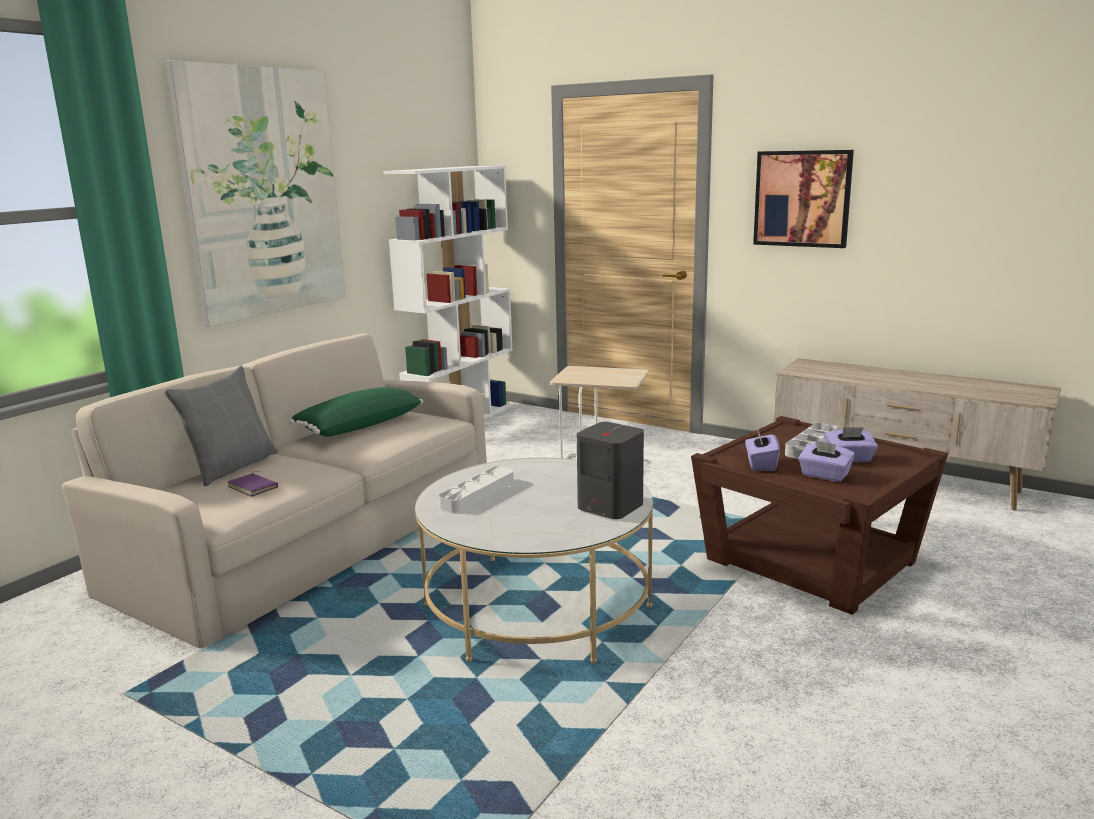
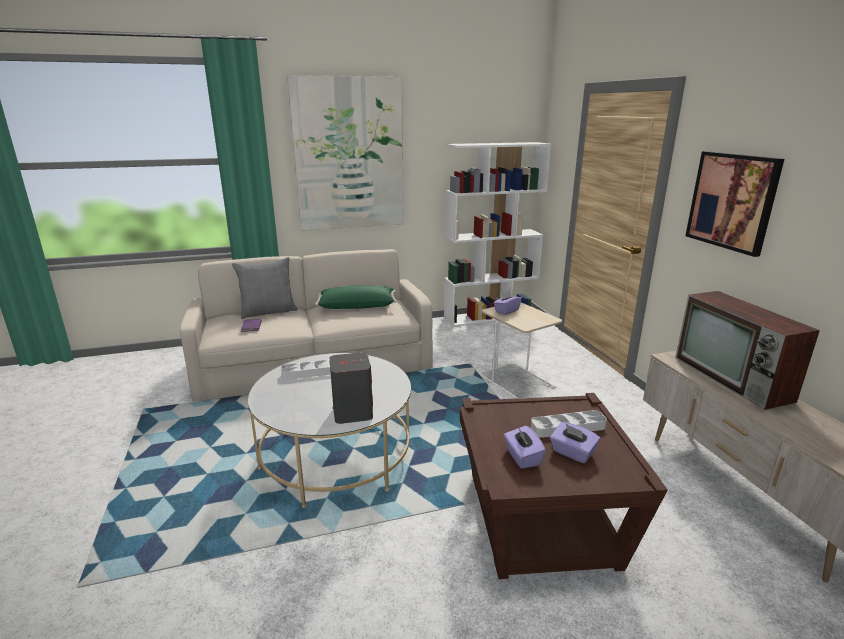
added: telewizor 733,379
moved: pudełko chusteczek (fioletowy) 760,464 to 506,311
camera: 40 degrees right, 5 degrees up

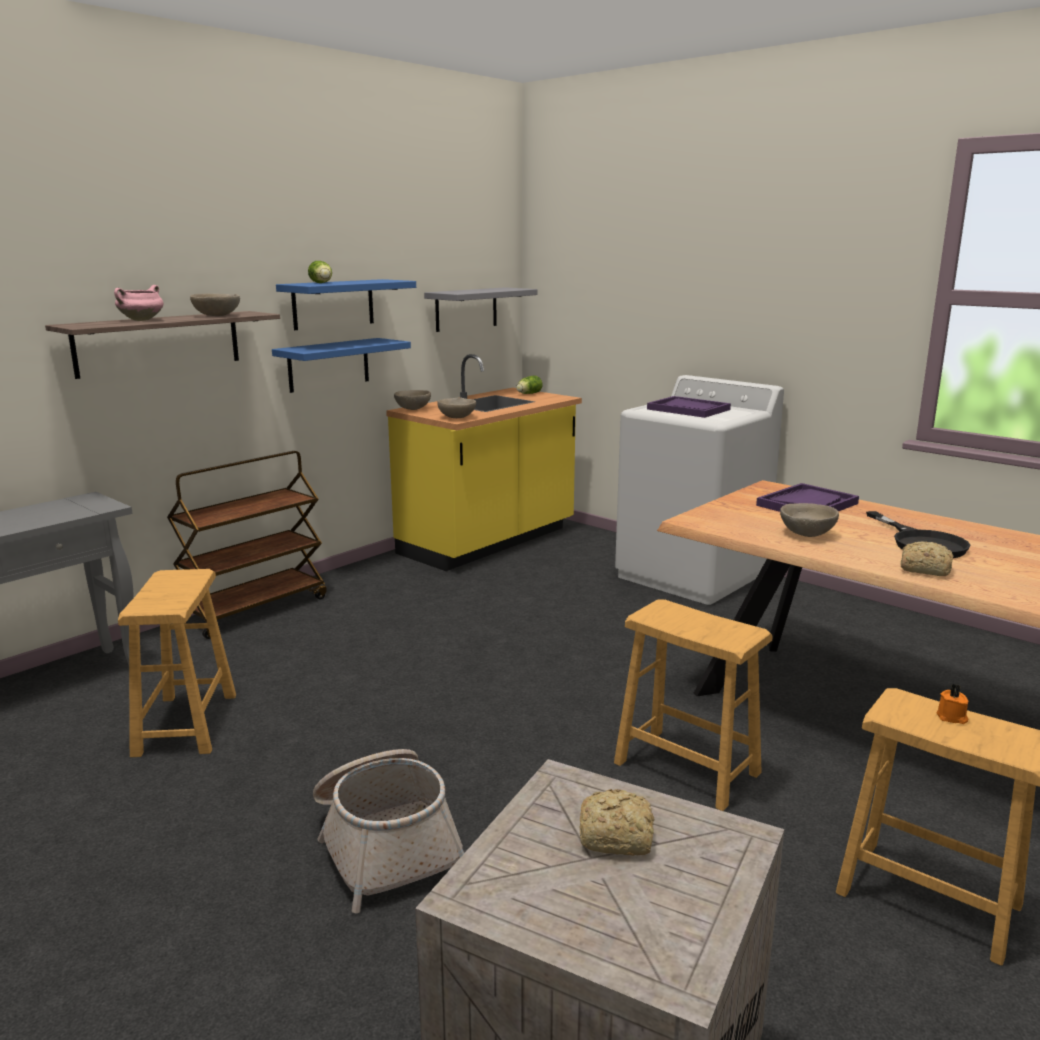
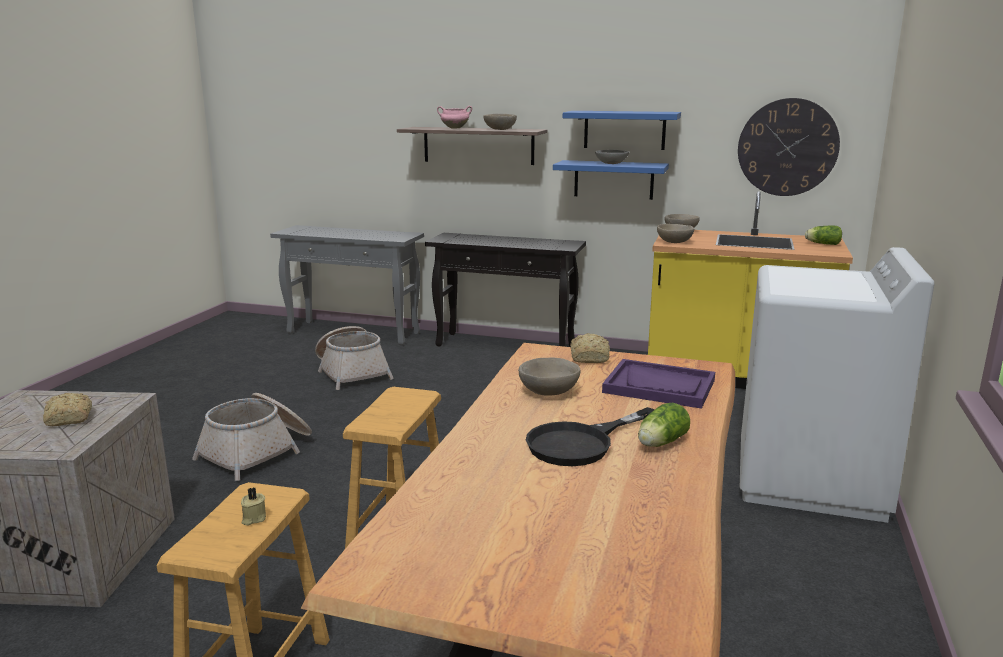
removed: taca (fioletowy) 688,409
added: miska (szary) 611,163
moved: sałata 322,283 to 660,443; chleb 923,569 to 590,357
replaced: stołek (brązowy) 185,724 to koszyk 352,372; wózek (brązowy) 255,609 to stolik konsolowy (czarny) 506,345; półka (szary) 466,309 to zegar ścienny 787,147
recoloured: świeca (pomarańczowy) 952,718 to świeca (beżowy) 253,518
camera: 65 degrees right, 0 degrees up

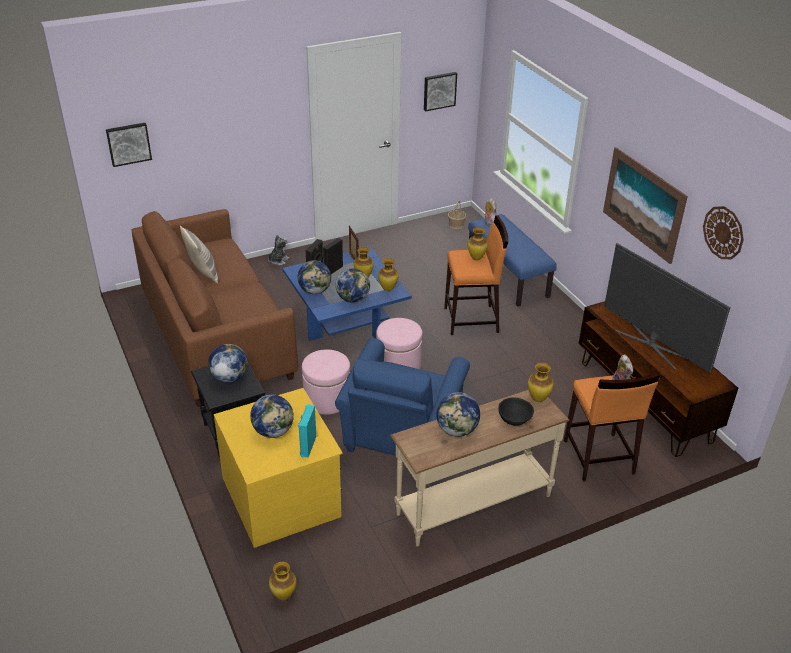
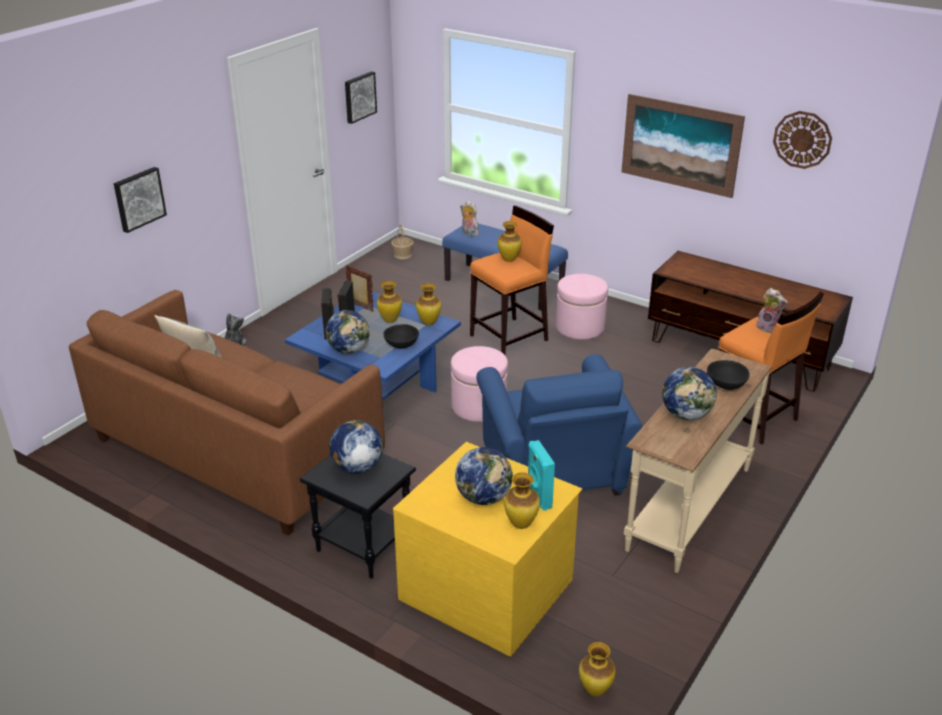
removed: telewizor 653,345
moved: obraz 128,143 to 138,199; pufa (różowy) 327,399 to 580,327; wazon 538,399 to 521,524
replaced: globus 353,299 to miska (czarny) 401,344
camera: 30 degrees left, 5 degrees down

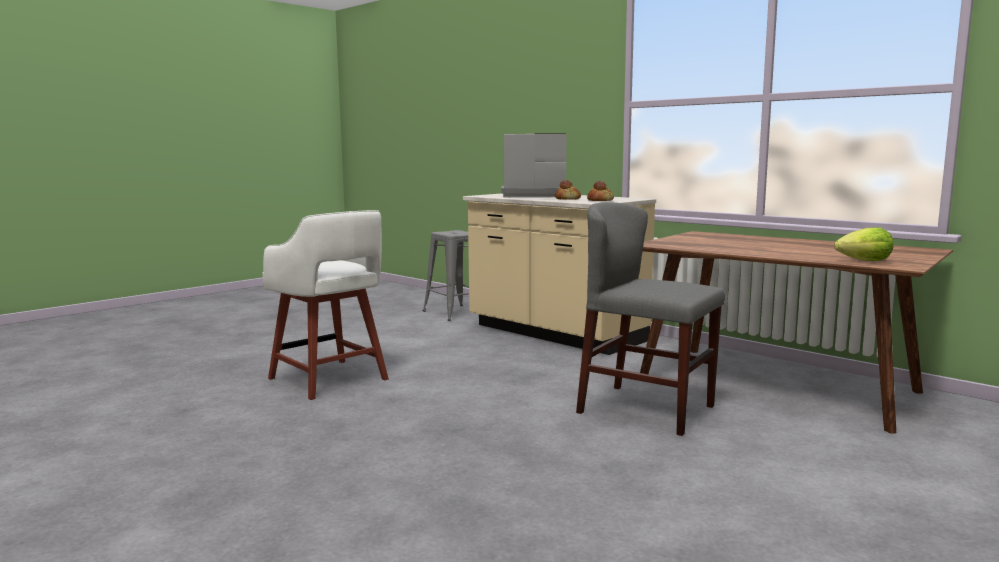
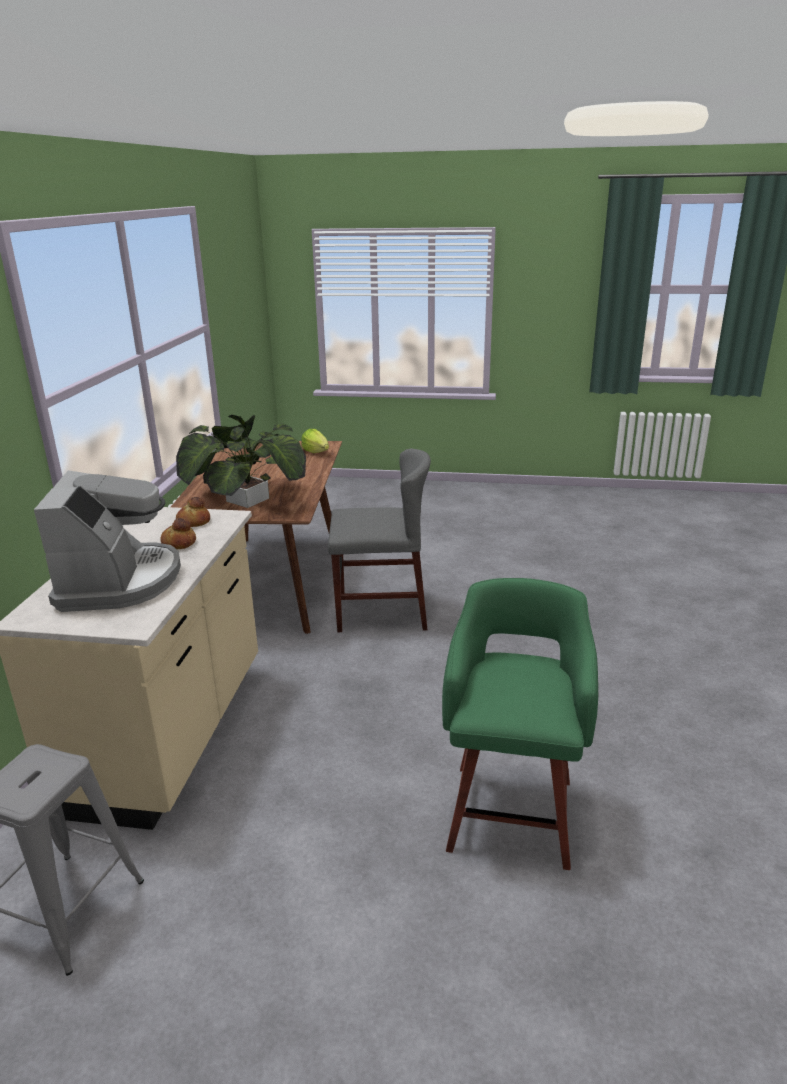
added: roślina doniczkowa 248,499
recoloured: stołek (biały) 329,380 to stołek (zielony) 512,810
turned: ekspres do kawy 534,196 = 119,581 150 degrees counterclockwise; krzesło (szary) 646,409 = 381,611 90 degrees counterclockwise
camera: 125 degrees left, 15 degrees up

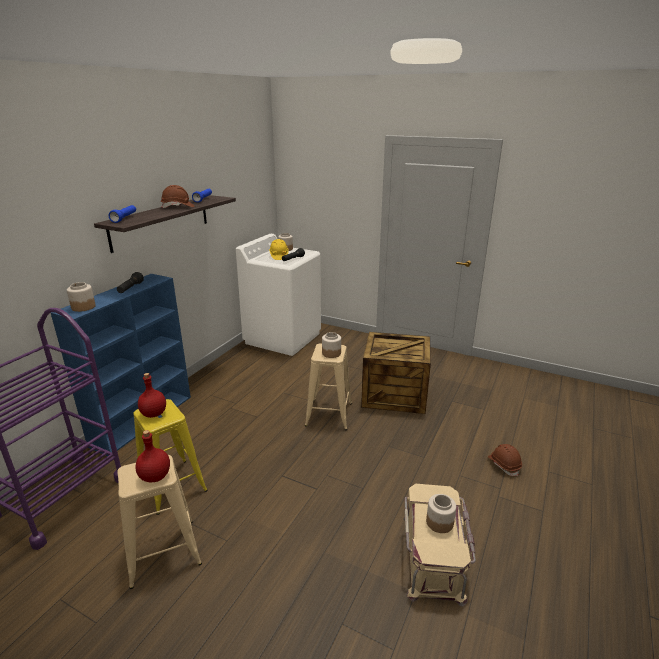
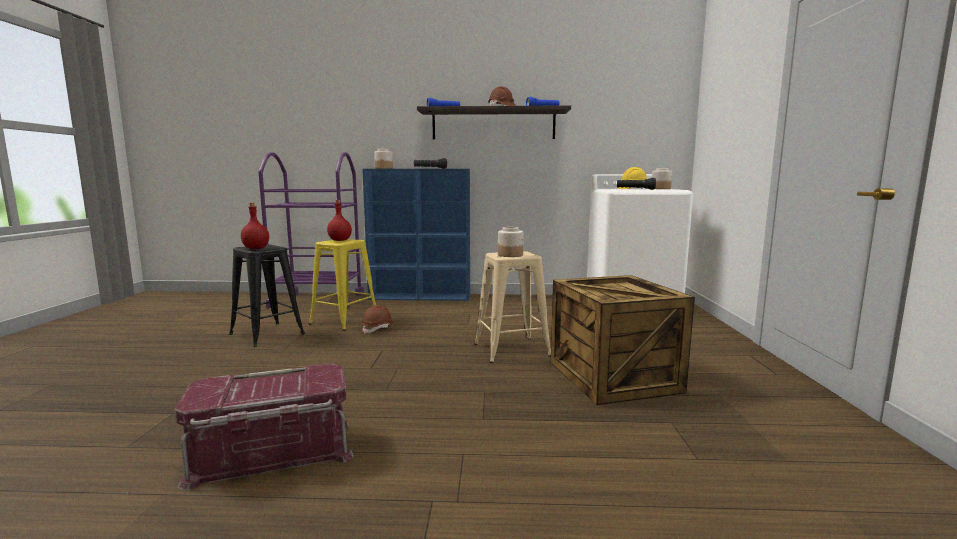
removed: słoik 439,522
moved: kask (brązowy) 504,464 to 379,329
recoloured: stołek (beżowy) 163,552 to stołek (czarny) 267,334; pojemnik do przechowywania (beżowy) 434,556 to pojemnik do przechowywania (czerwony) 272,453
camera: 65 degrees right, 15 degrees down

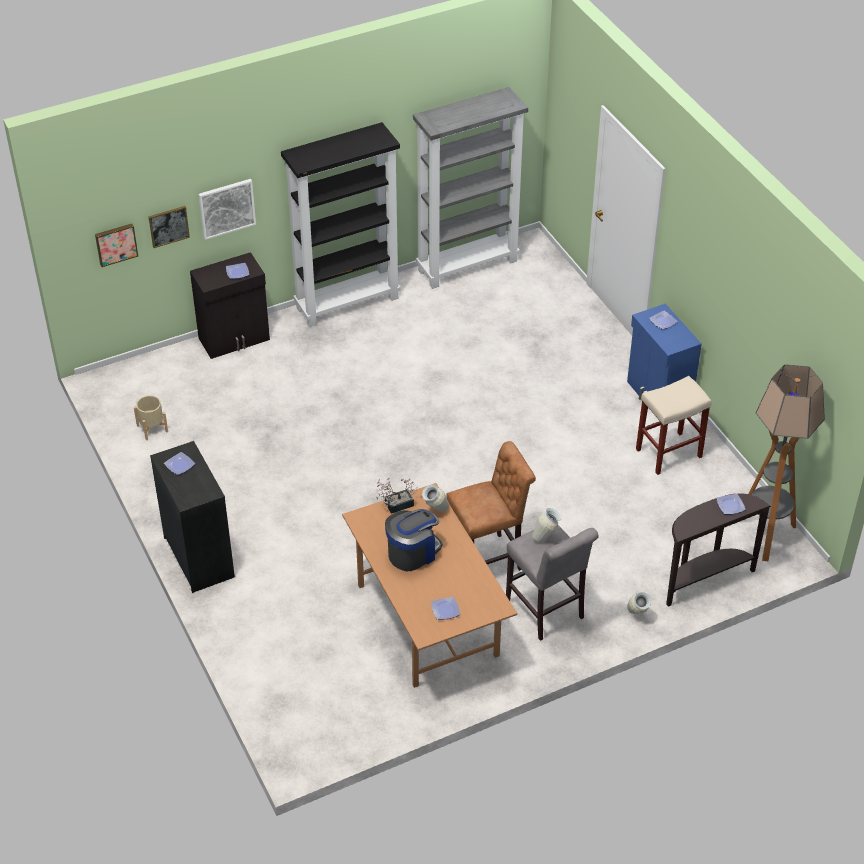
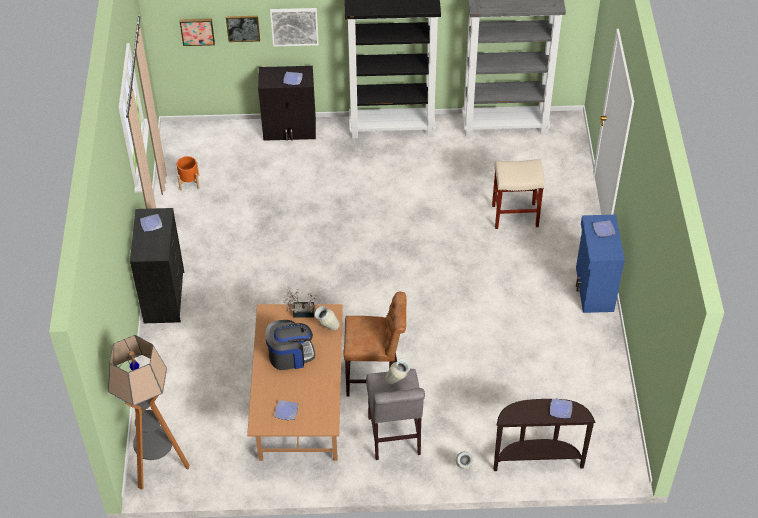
moved: stołek (beżowy) 668,453 to 514,216; lampa stojąca 765,535 to 159,466
recoloured: donica (beżowy) 152,428 to donica (pomarańczowy) 189,182
camera: 25 degrees right, 5 degrees up

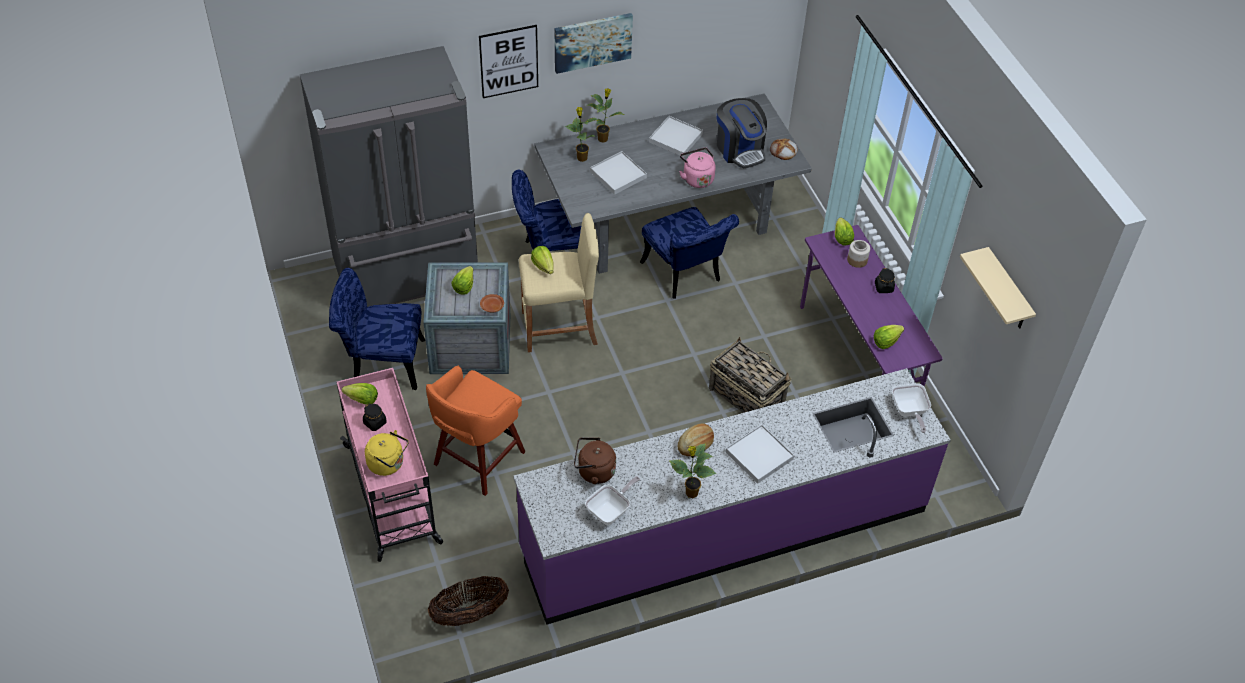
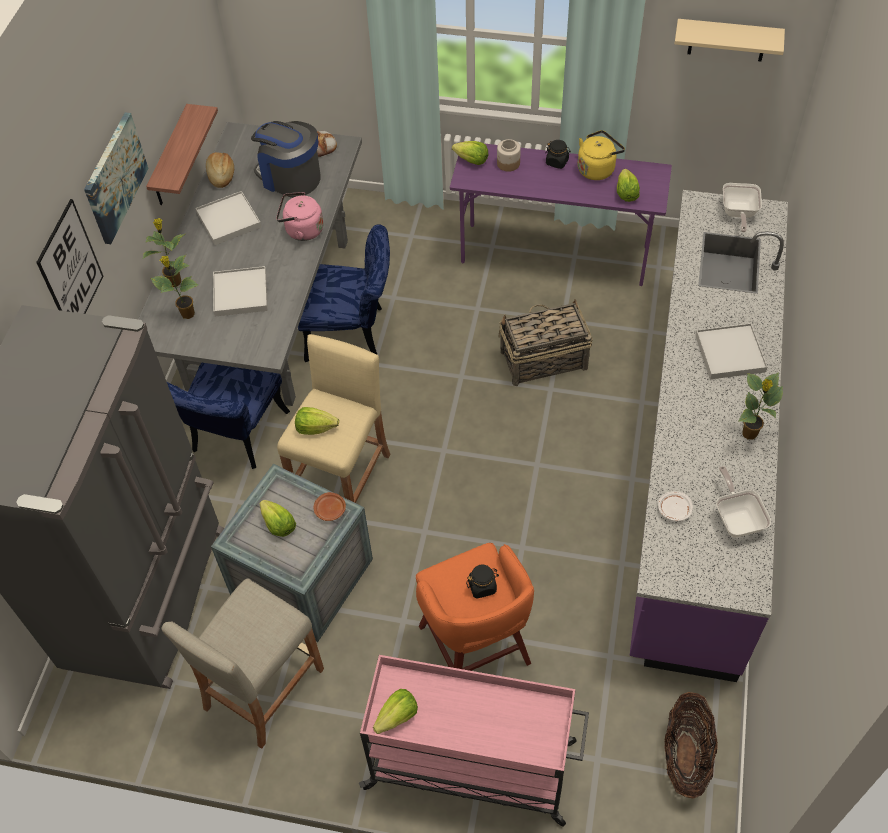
added: półka 171,158
moved: słoik (czarny) 375,423 to 482,586; czajnik (żółty) 388,464 to 597,169; chleb 695,444 to 221,175
replaced: krzesło (niebieski) 381,362 to stołek (beżowy) 263,688; czajnik (brązowy) 593,471 to talerz (biały) 674,510
turned: ekspres do kawy 740,149 = 290,177 150 degrees counterclockwise; patelnia 909,412 = 738,214 75 degrees clockwise
camera: 55 degrees left, 5 degrees up

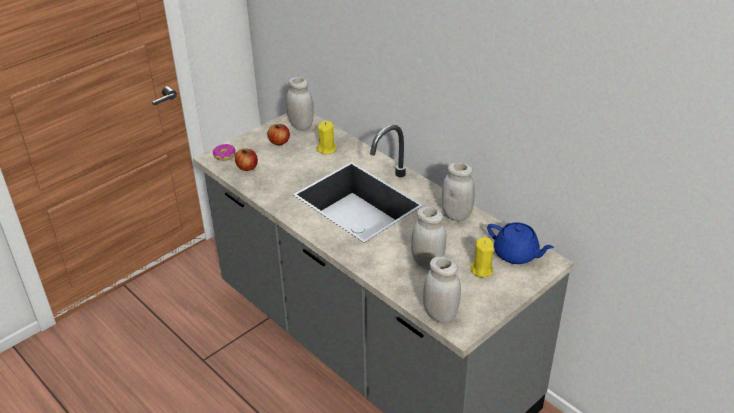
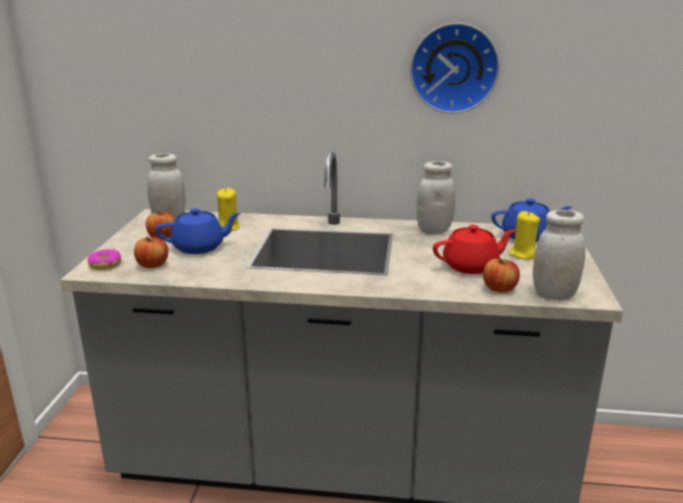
added: imbryk (niebieski) 200,247; zegar ścienny 454,68; jabłko 499,288
replaced: słoik (biały) 427,262 to imbryk (czerwony) 471,266
camera: 40 degrees left, 15 degrees down

